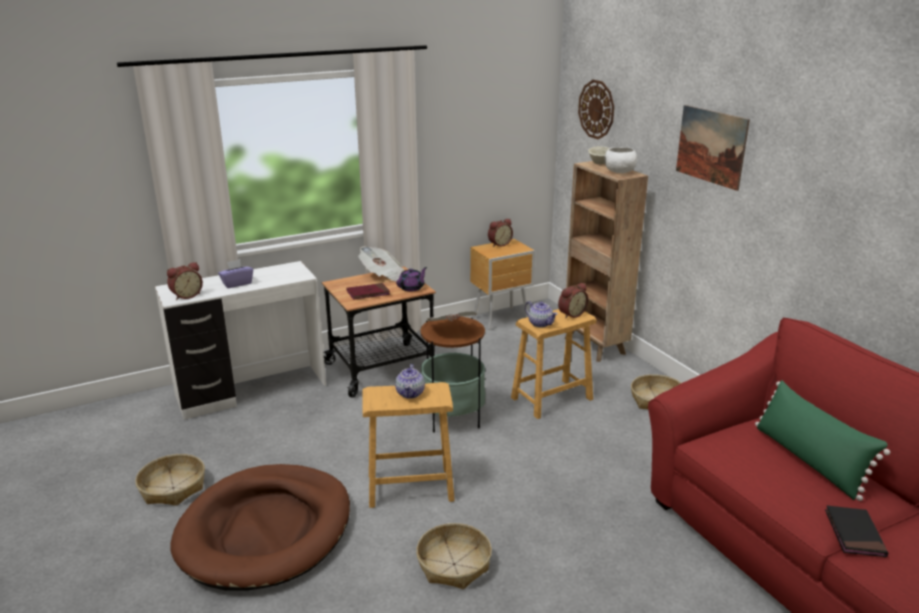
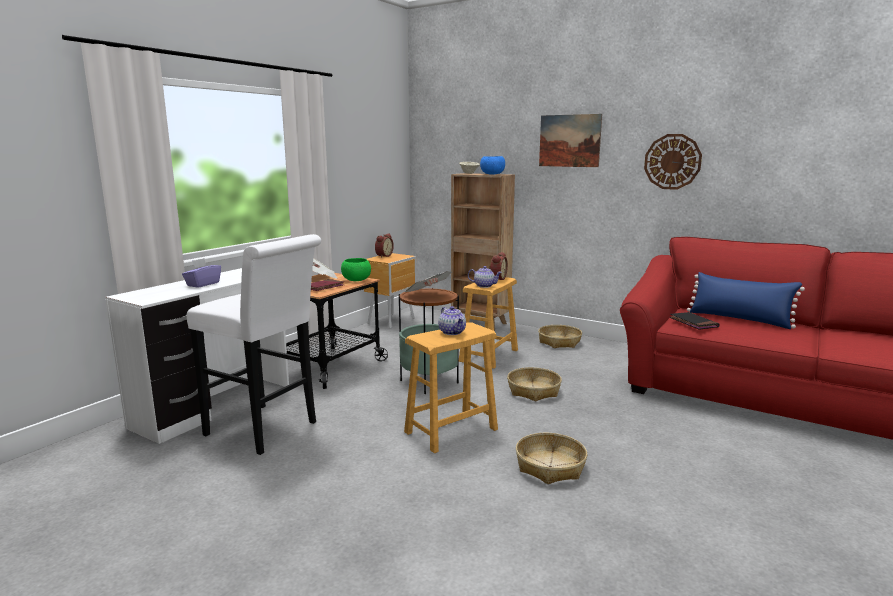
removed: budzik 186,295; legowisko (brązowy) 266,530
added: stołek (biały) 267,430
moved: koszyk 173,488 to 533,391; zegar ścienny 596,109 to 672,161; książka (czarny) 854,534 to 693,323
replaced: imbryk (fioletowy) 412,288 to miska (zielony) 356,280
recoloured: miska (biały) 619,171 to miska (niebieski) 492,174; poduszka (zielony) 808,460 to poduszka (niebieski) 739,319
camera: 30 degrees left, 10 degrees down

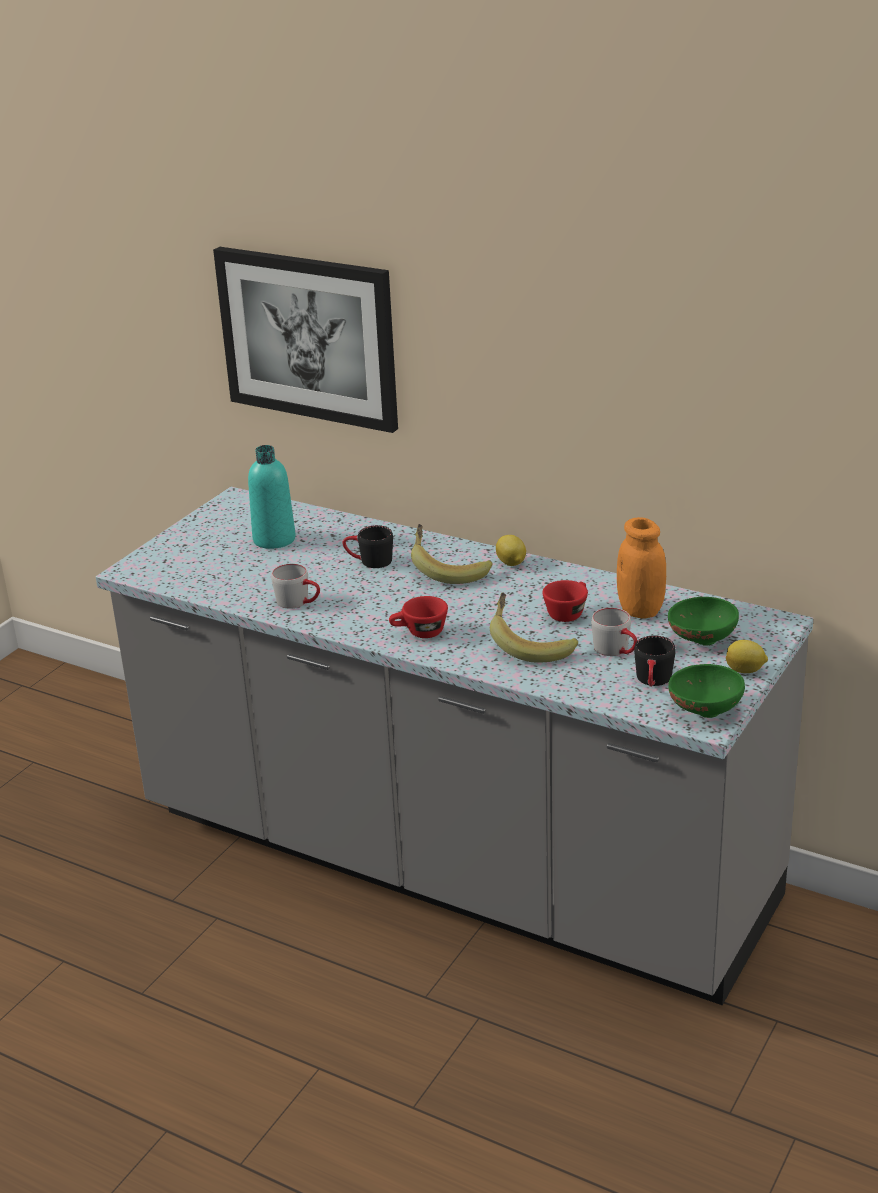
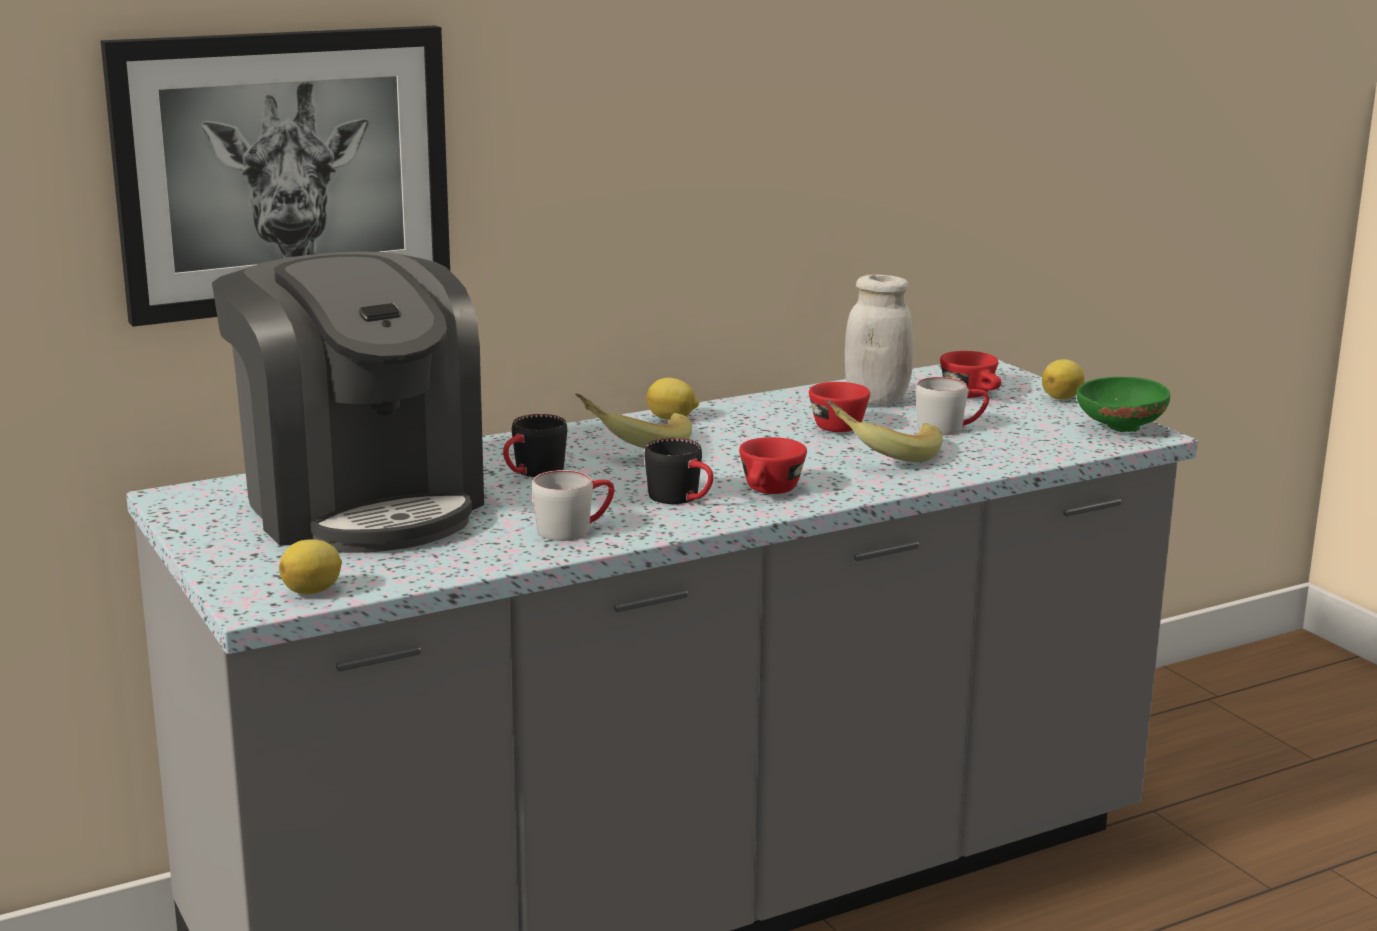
added: cytryna 313,591
moved: kubek (czarny) 653,681 to 682,499
replaced: butelka (turkusowy) 274,539 to ekspres do kawy 360,503; miska (zielony) 700,638 to filiżanka (czerwony) 973,396
recoloured: słoik (pomarańczowy) 640,610 to słoik (biały) 876,400
camera: 60 degrees left, 10 degrees down

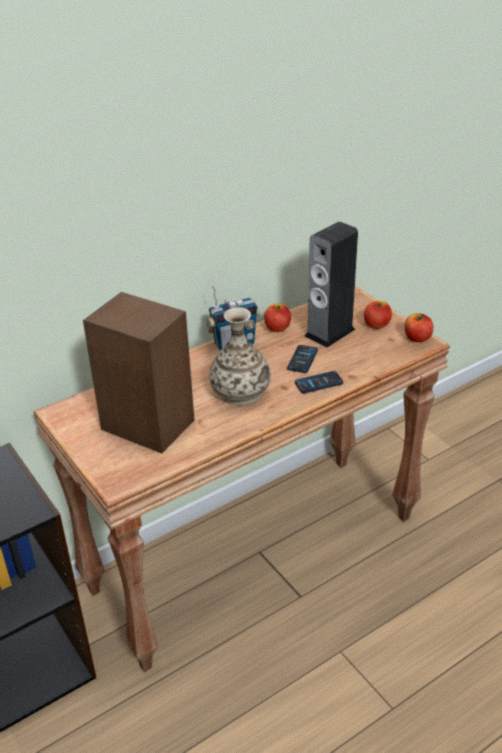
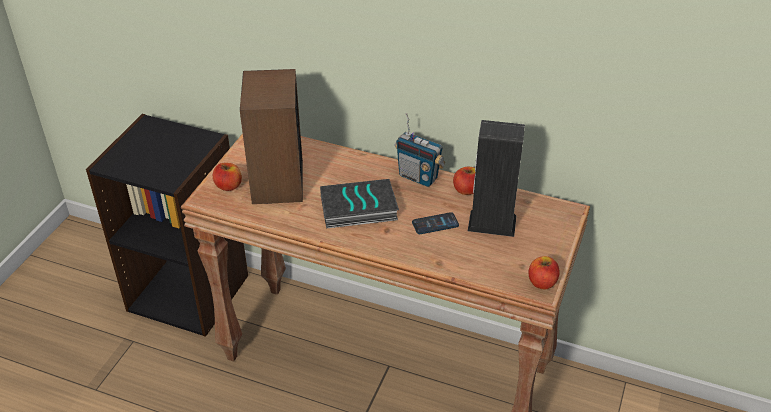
removed: telefon 318,383
moved: jabłko 376,325 to 228,186
replaced: wazon 240,392 to książka 357,209
camera: 55 degrees right, 5 degrees up

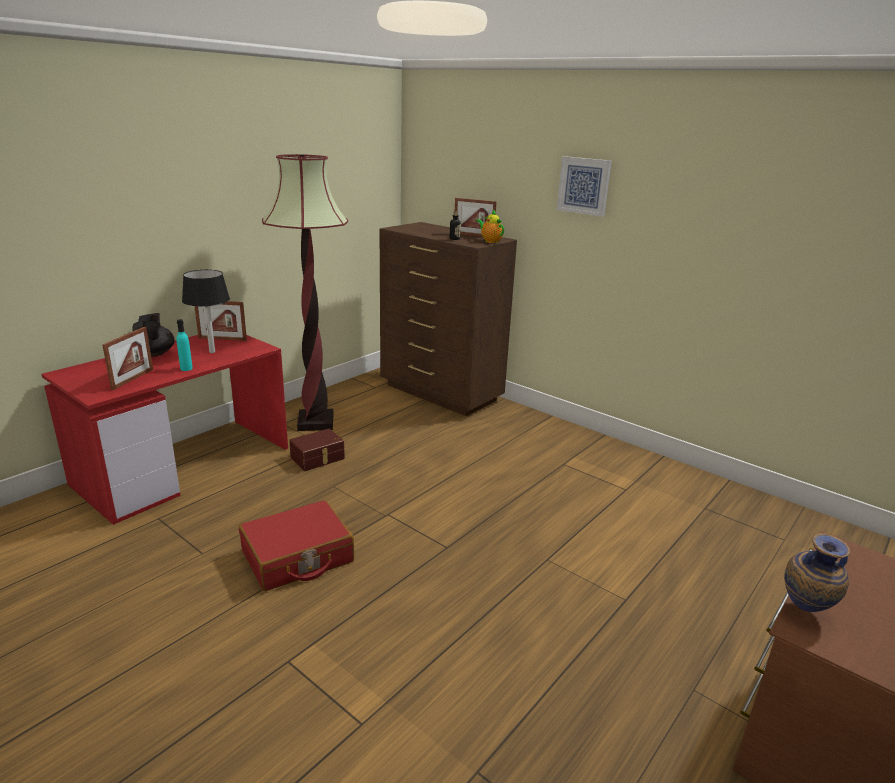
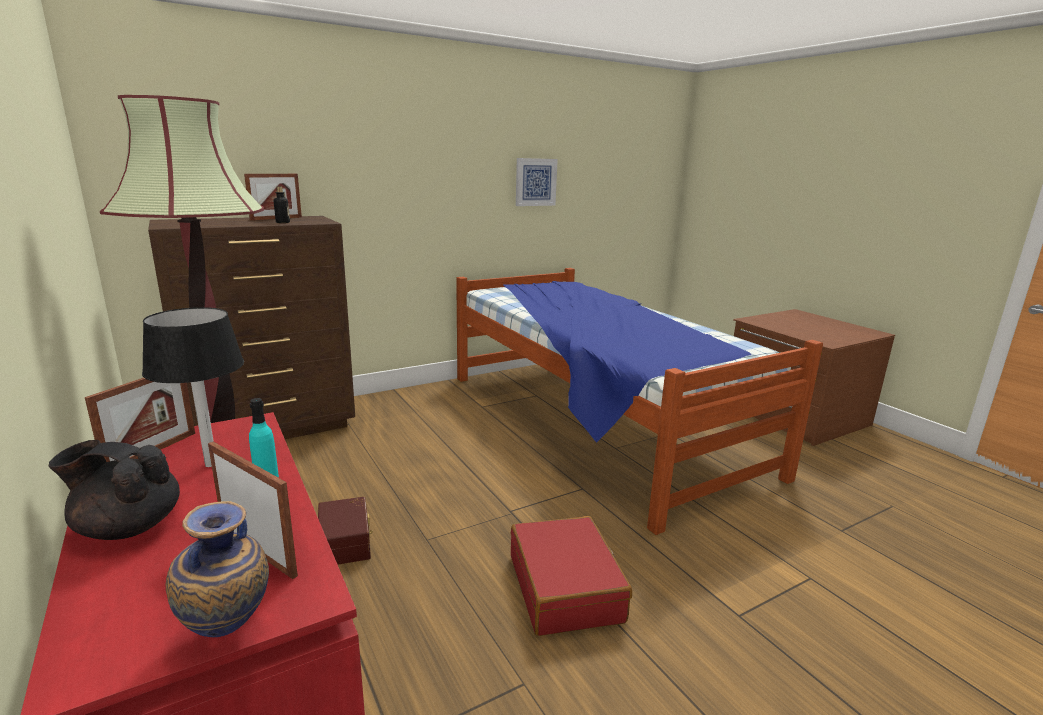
removed: imbryk 490,241
added: łóżko 595,422
moved: obraz 584,186 to 535,182; wazon 804,612 to 229,635
camera: 70 degrees left, 5 degrees down

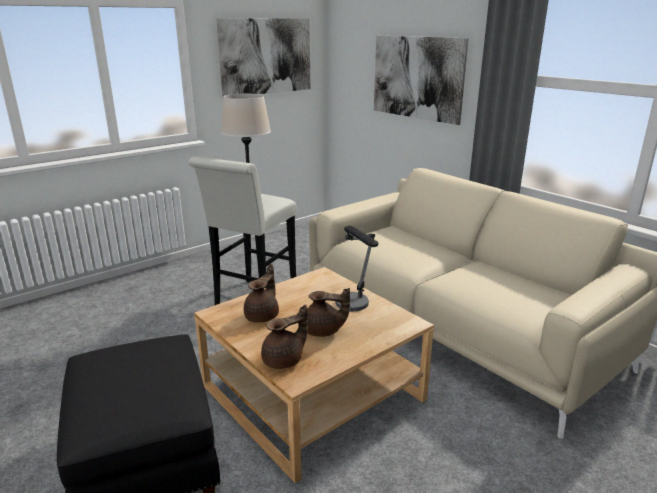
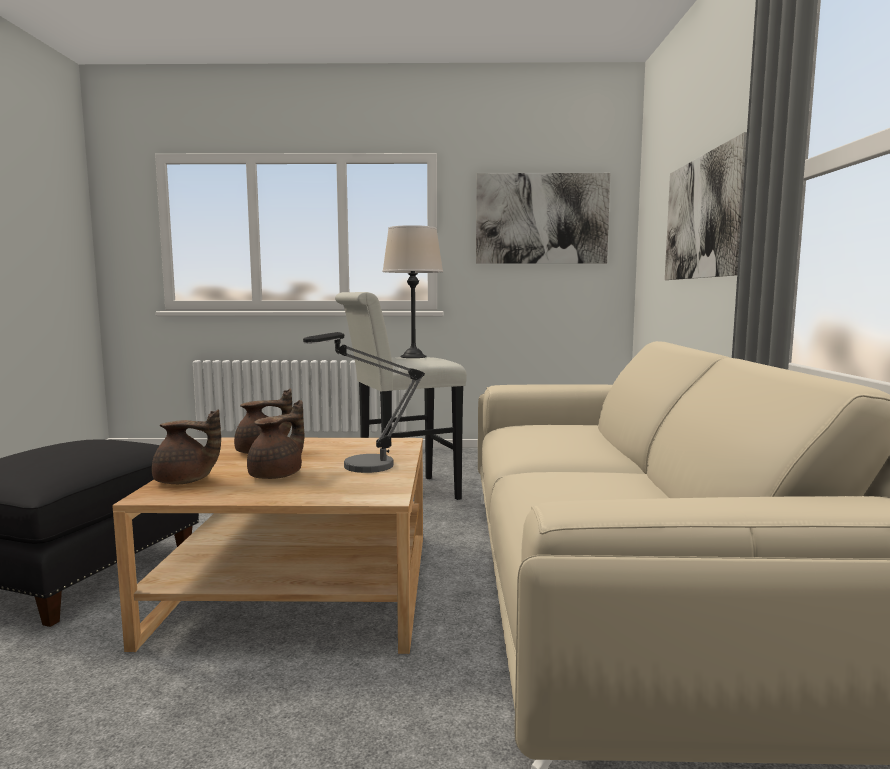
turned: imbryk (brązowy) 323,331 = 278,475 105 degrees counterclockwise
camera: 40 degrees right, 15 degrees down

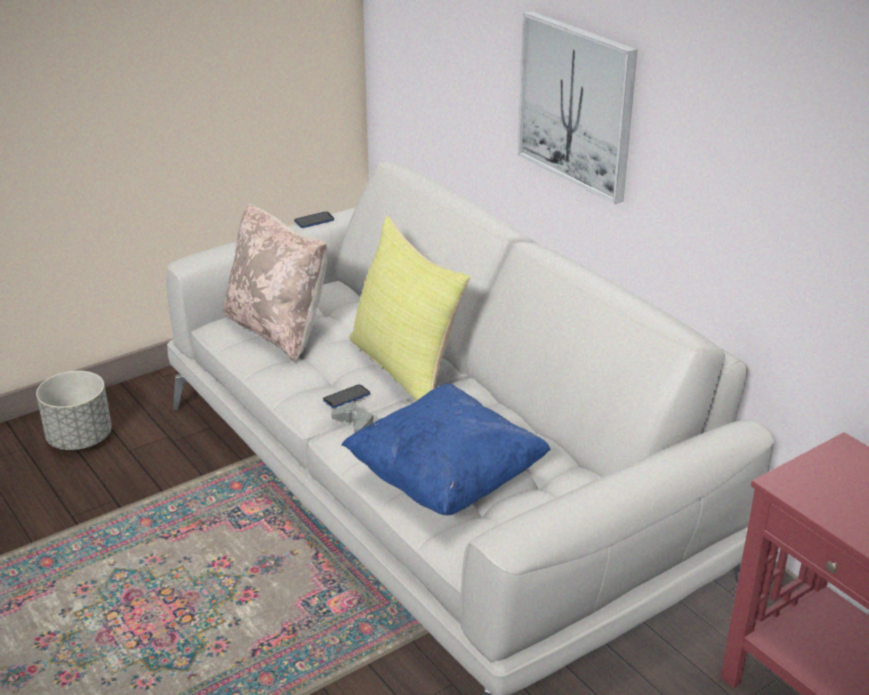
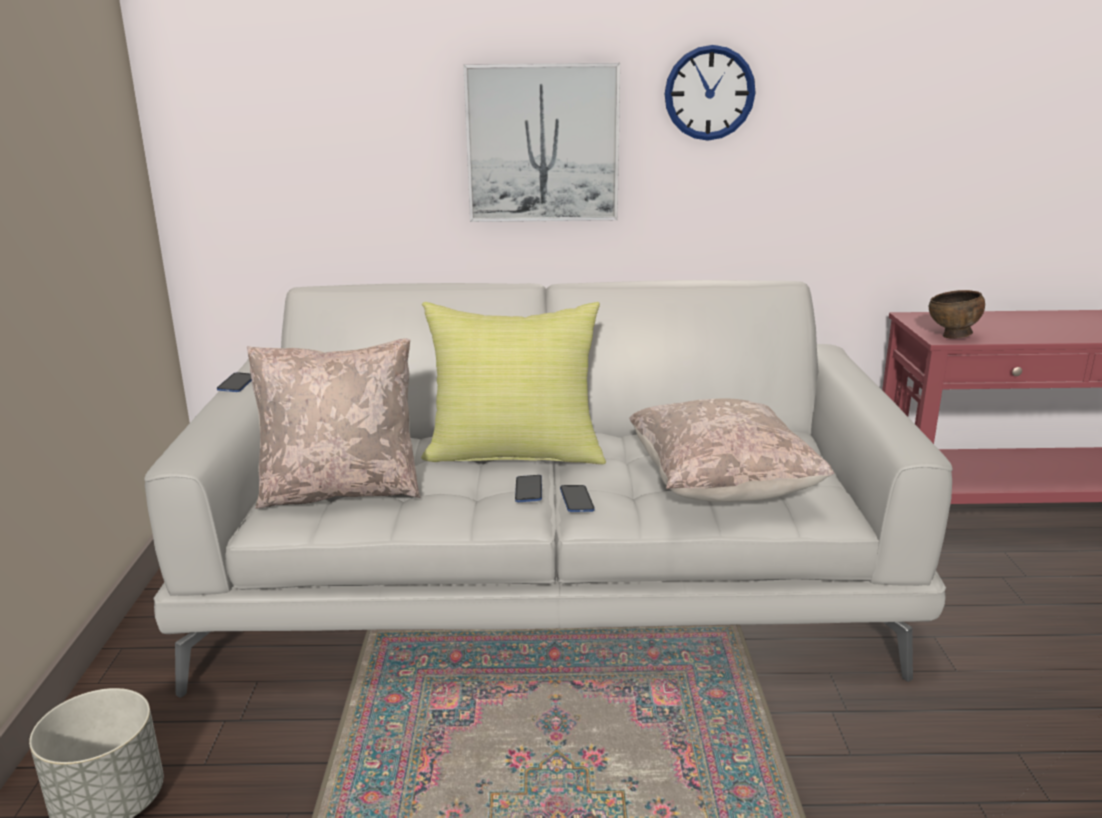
added: zegar ścienny 709,93; miska (brązowy) 952,337
replaced: pad do gier (szary) 354,423 to telefon 576,500
recoloured: poduszka (niebieski) 446,480 to poduszka (beżowy) 721,487
camera: 55 degrees left, 10 degrees down

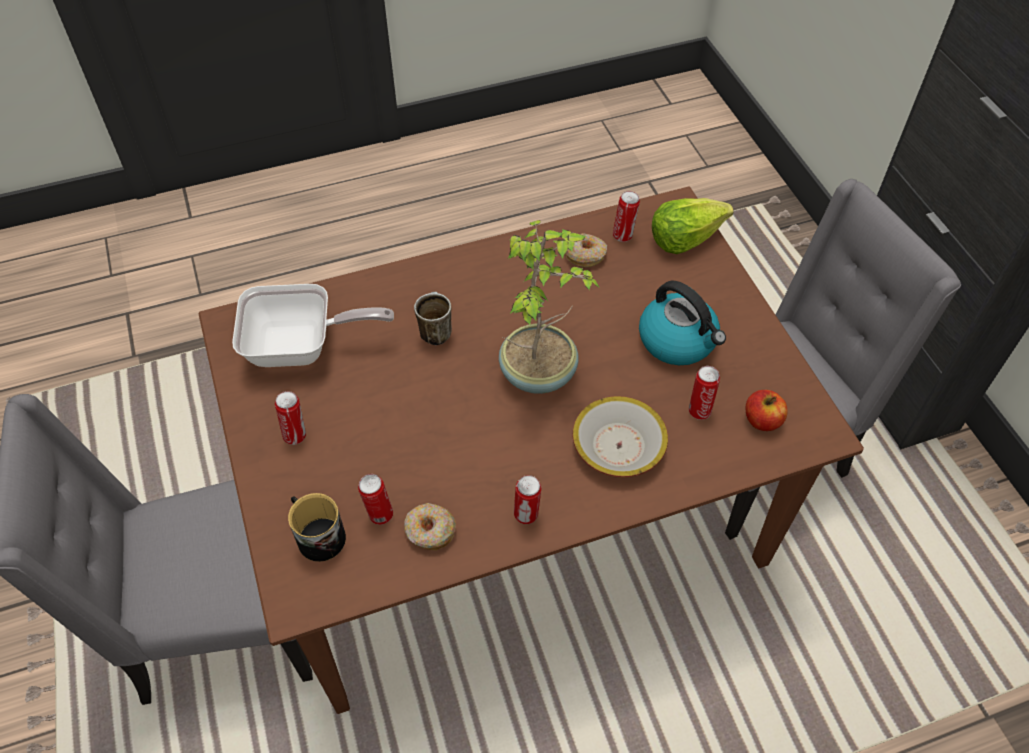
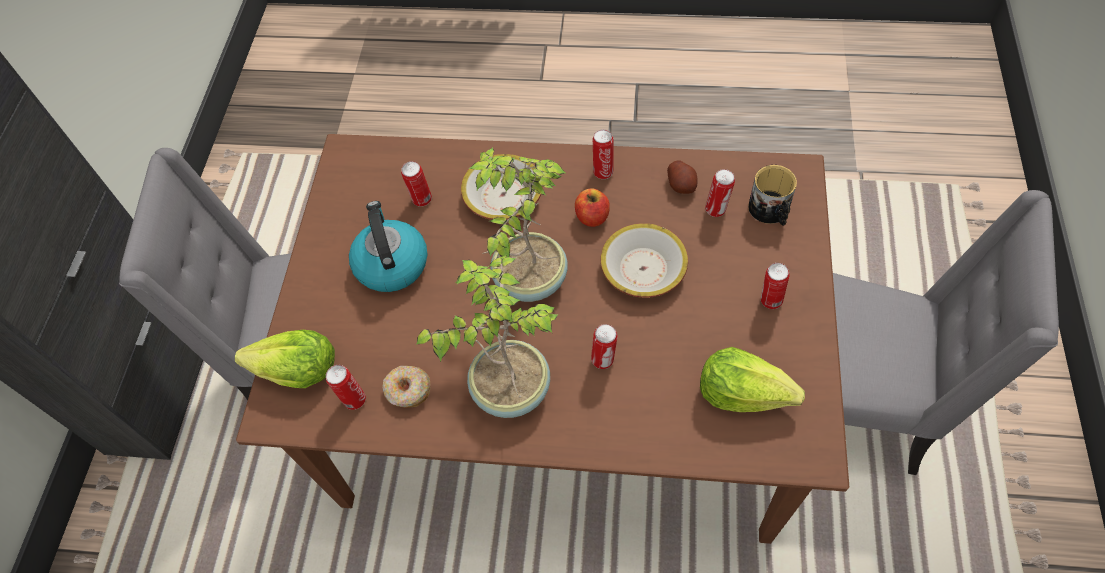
added: roślina doniczkowa 509,387; miska 642,269
moved: jabłko 762,420 to 592,217
replaced: patelnia 301,347 to sałata 743,392; donut 430,531 to ziemniak 681,185; kubek 434,331 to puszka 603,360
camera: 150 degrees left, 5 degrees up

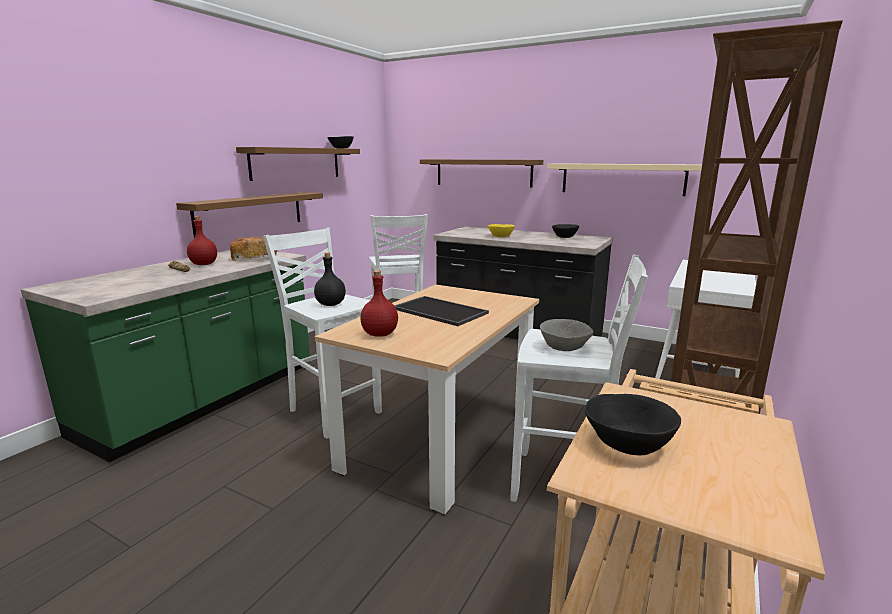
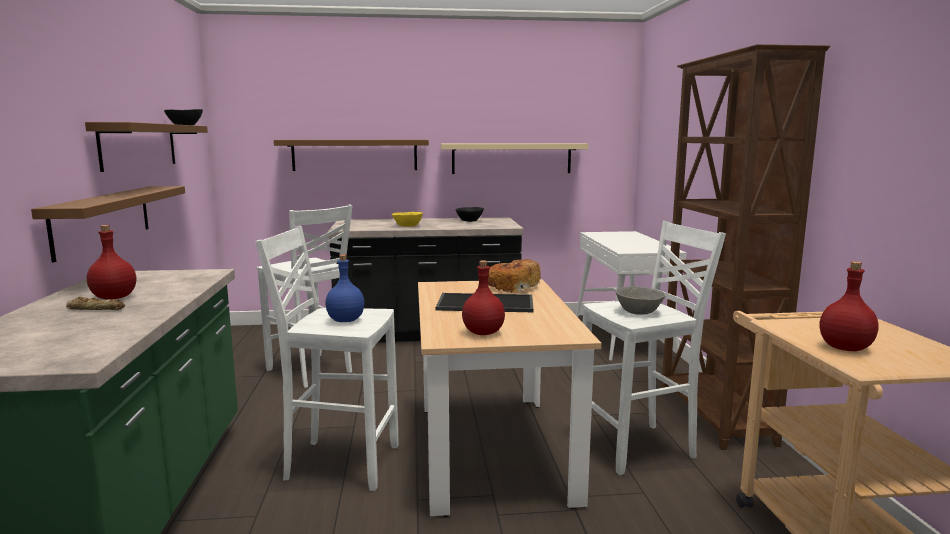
moved: chleb 253,258 to 511,287
replaced: miska (czarny) 628,444 to butelka (czerwony) 844,348
recoloured: butelka (czarny) 331,304 to butelka (niebieski) 346,320
camera: 35 degrees left, 5 degrees down

